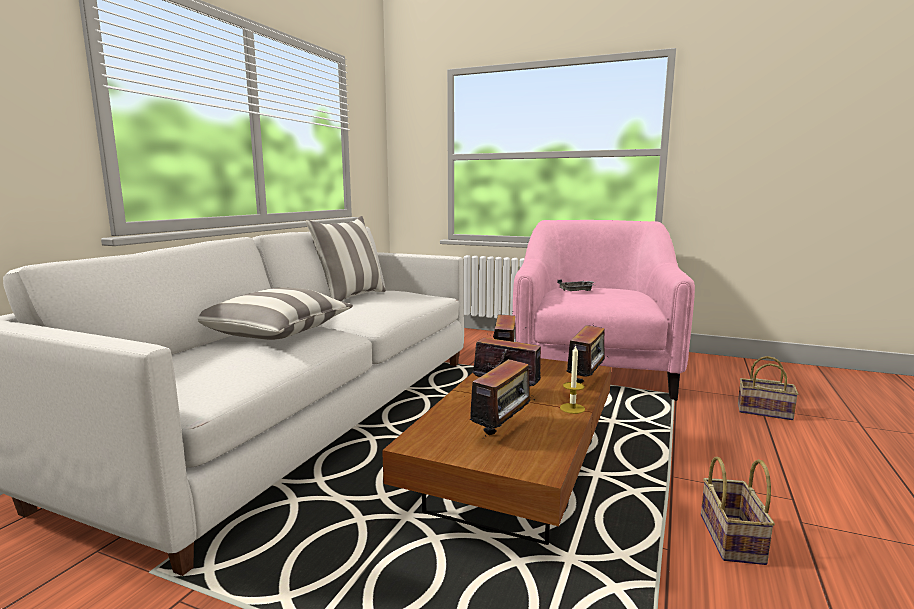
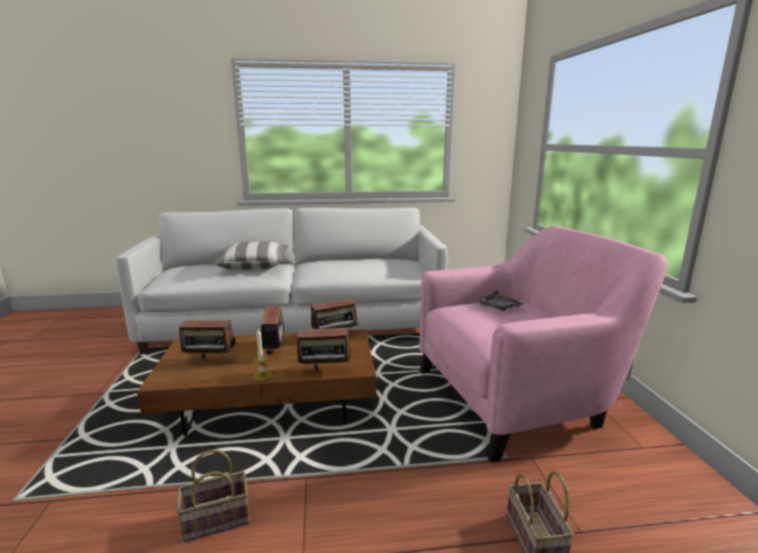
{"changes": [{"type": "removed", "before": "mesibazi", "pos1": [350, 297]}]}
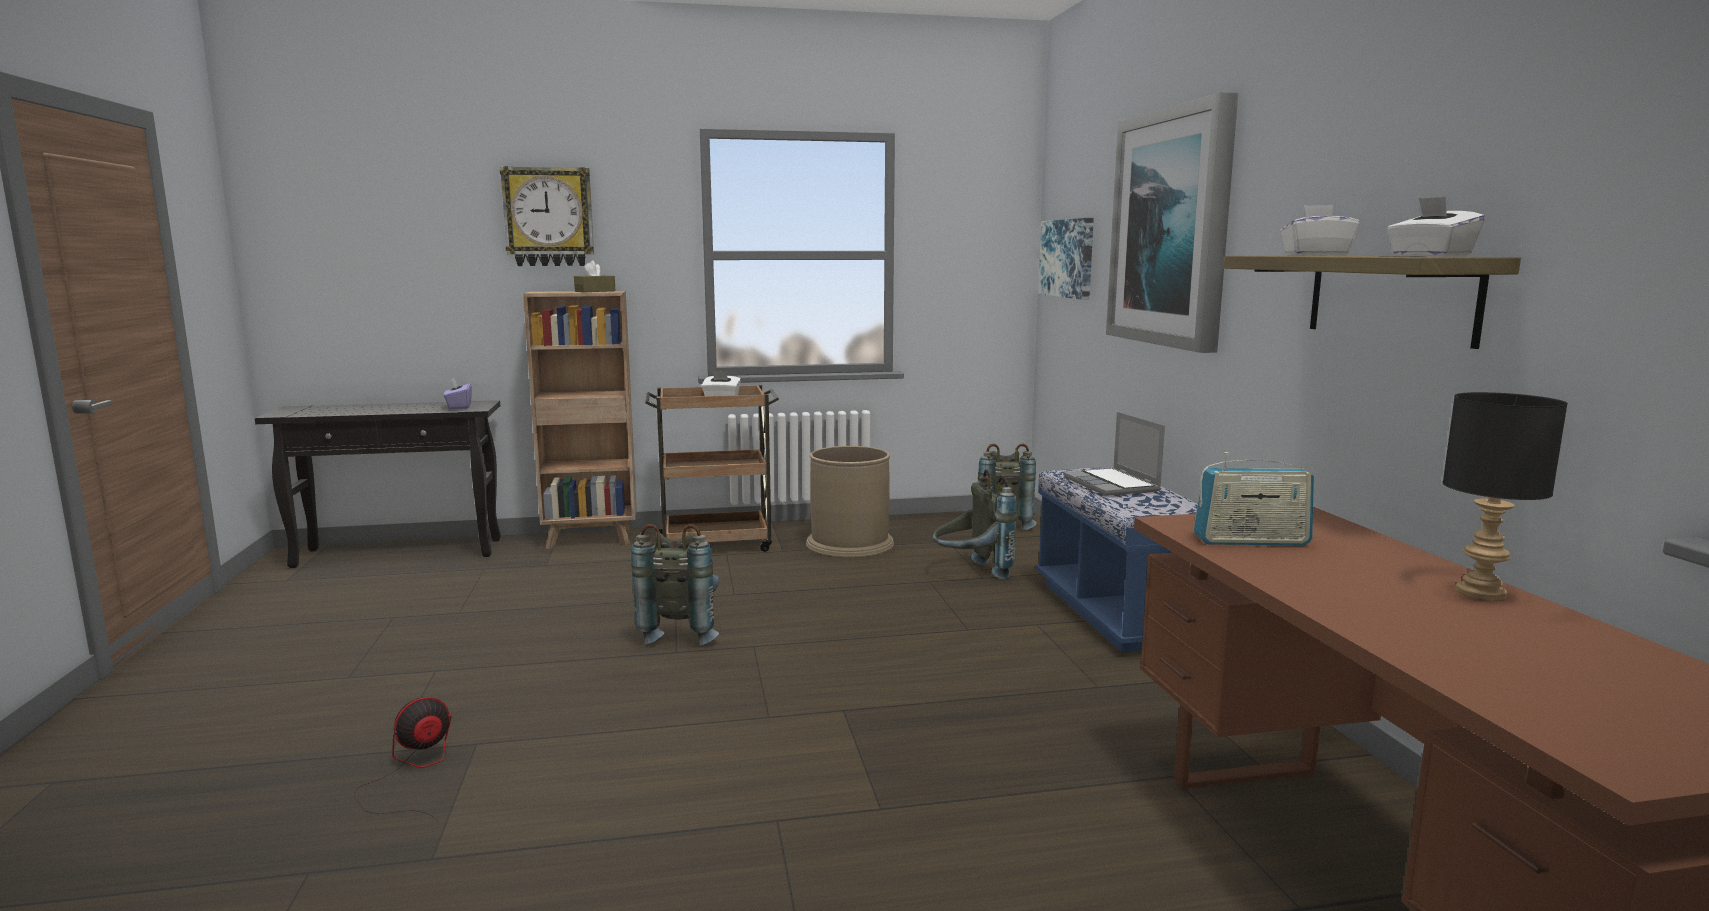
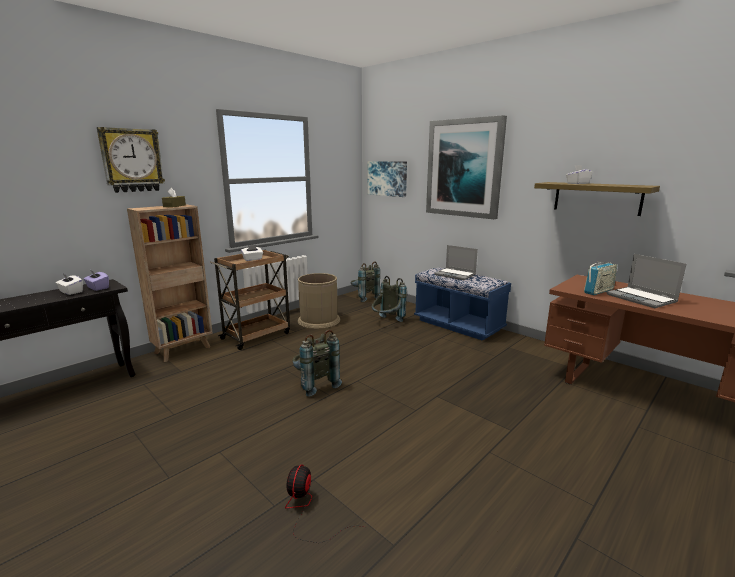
{"changes": [{"type": "moved", "before": "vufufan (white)", "pos1": [1430, 256], "pos2": [71, 292]}, {"type": "removed", "before": "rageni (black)", "pos1": [1482, 593]}, {"type": "added", "after": "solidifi", "pos2": [642, 298]}]}
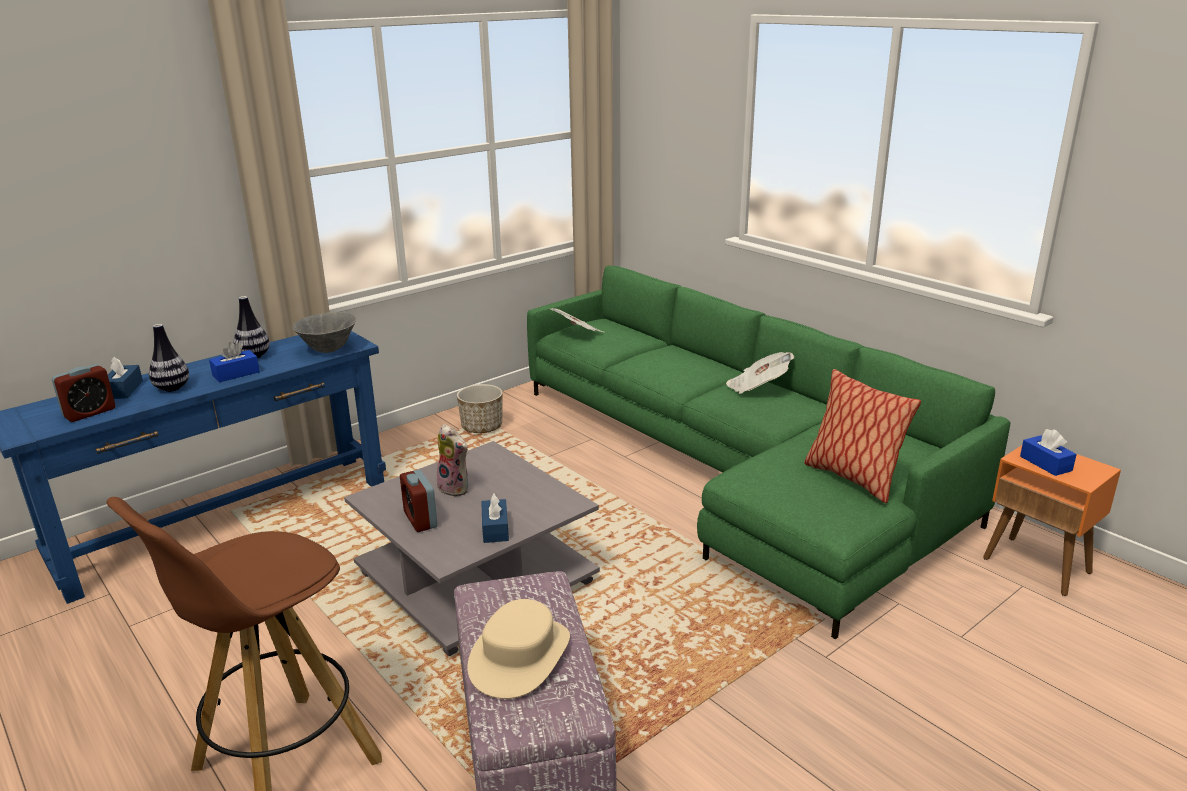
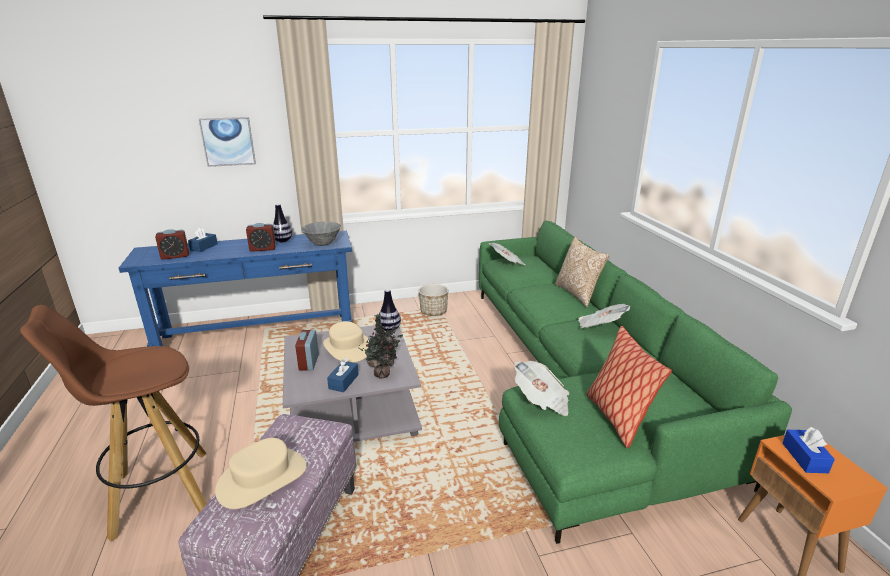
{"changes": [{"type": "moved", "before": "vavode", "pos1": [172, 388], "pos2": [389, 329]}, {"type": "replaced", "before": "vufufan (blue)", "after": "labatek", "pos1": [236, 374], "pos2": [263, 249]}, {"type": "replaced", "before": "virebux", "after": "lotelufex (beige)", "pos1": [456, 488], "pos2": [347, 347]}, {"type": "added", "after": "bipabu", "pos2": [228, 141]}, {"type": "added", "after": "mesibazi", "pos2": [578, 294]}, {"type": "added", "after": "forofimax", "pos2": [383, 373]}, {"type": "added", "after": "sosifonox", "pos2": [542, 401]}]}
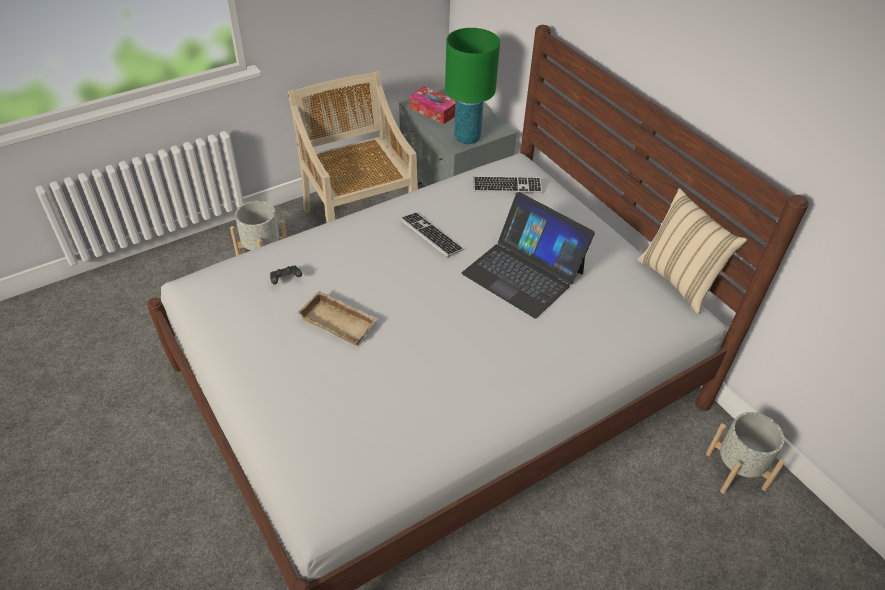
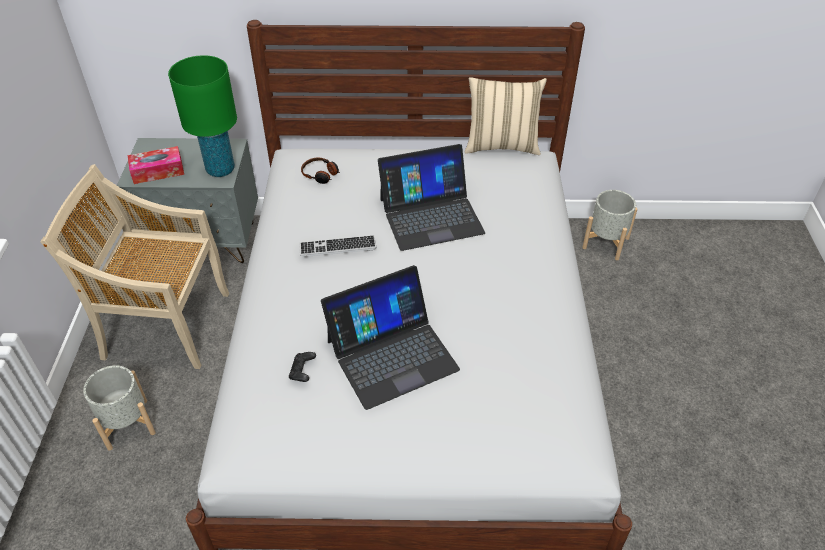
{"changes": [{"type": "replaced", "before": "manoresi", "after": "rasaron", "pos1": [507, 186], "pos2": [321, 175]}, {"type": "replaced", "before": "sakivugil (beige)", "after": "solidifi", "pos1": [340, 321], "pos2": [391, 354]}]}
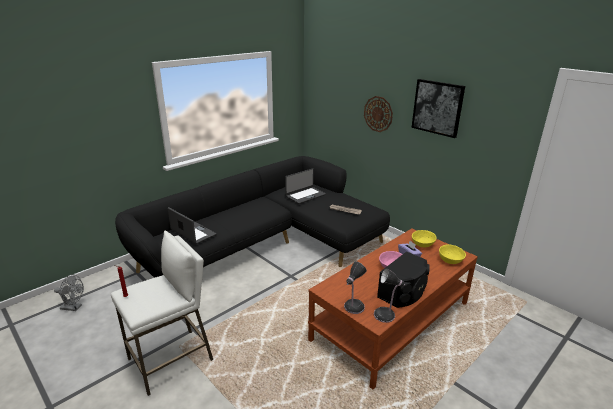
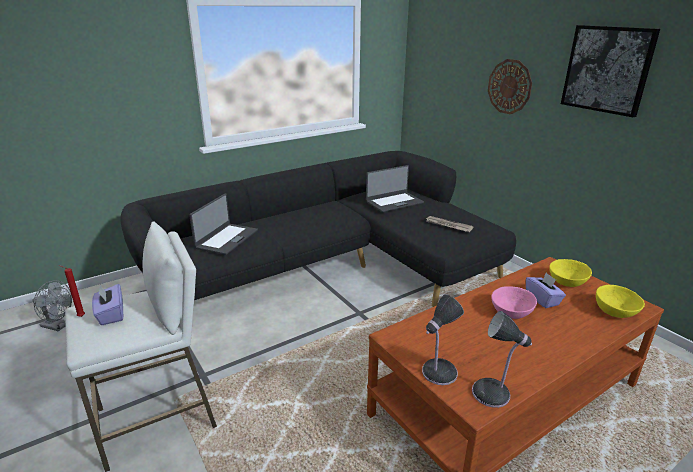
{"changes": [{"type": "turned", "before": "solidifi", "pos1": [193, 233], "pos2": [226, 239], "turn": 60}, {"type": "removed", "before": "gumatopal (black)", "pos1": [404, 292]}, {"type": "added", "after": "vufufan (purple)", "pos2": [111, 314]}]}
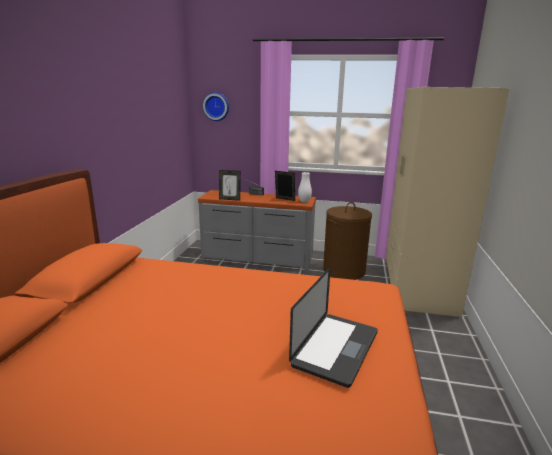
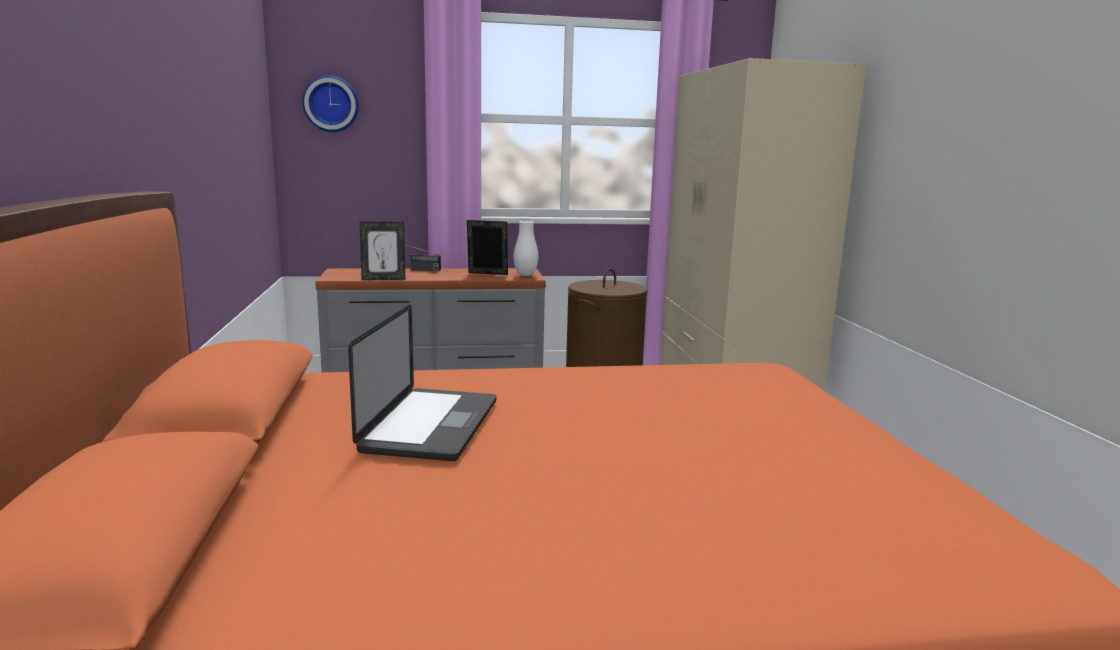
{"changes": [{"type": "moved", "before": "solidifi", "pos1": [335, 348], "pos2": [431, 425]}]}
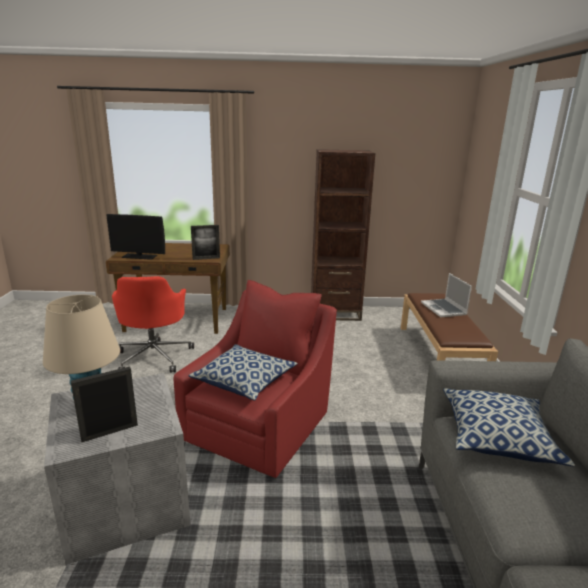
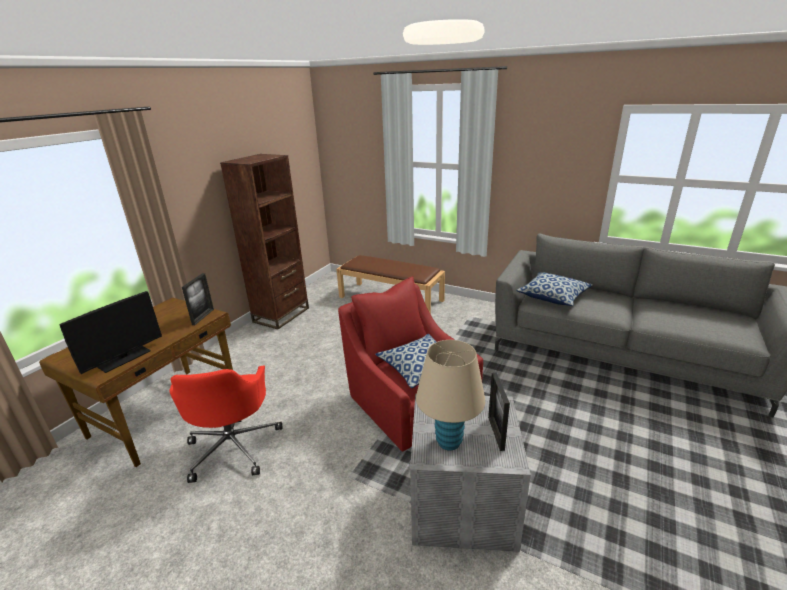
{"changes": [{"type": "removed", "before": "solidifi", "pos1": [444, 309]}, {"type": "turned", "before": "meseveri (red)", "pos1": [154, 356], "pos2": [234, 446], "turn": 60}]}
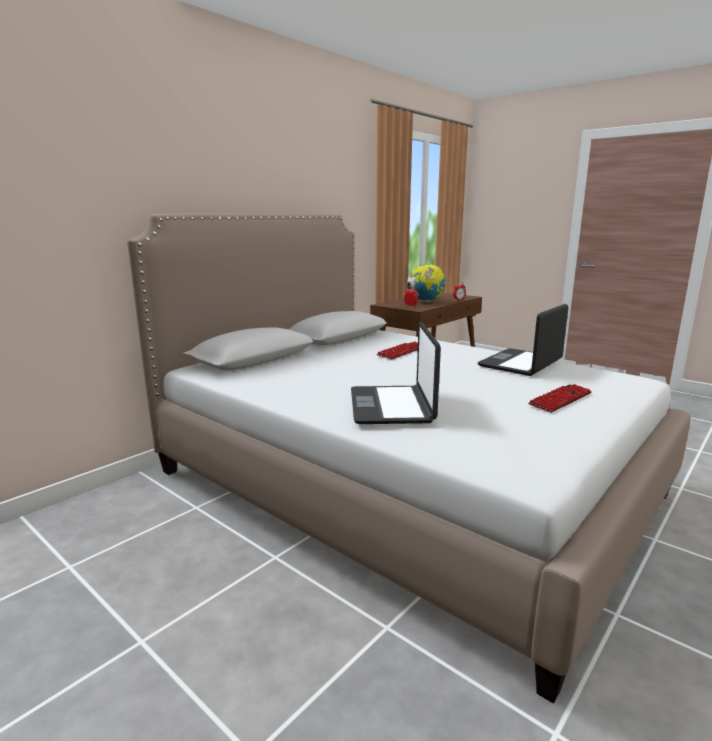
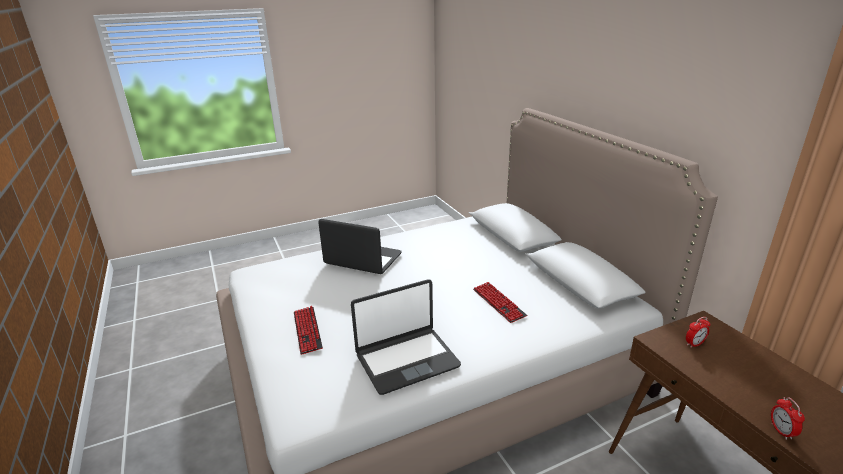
{"changes": [{"type": "removed", "before": "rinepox", "pos1": [425, 302]}, {"type": "turned", "before": "solidifi", "pos1": [521, 363], "pos2": [406, 360], "turn": 90}]}
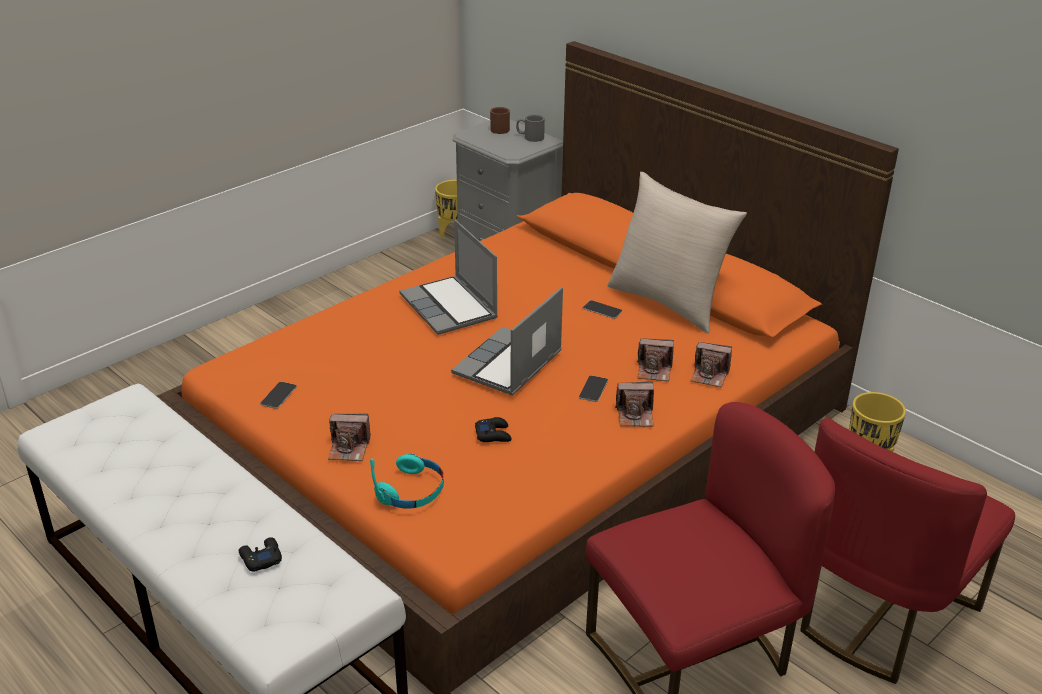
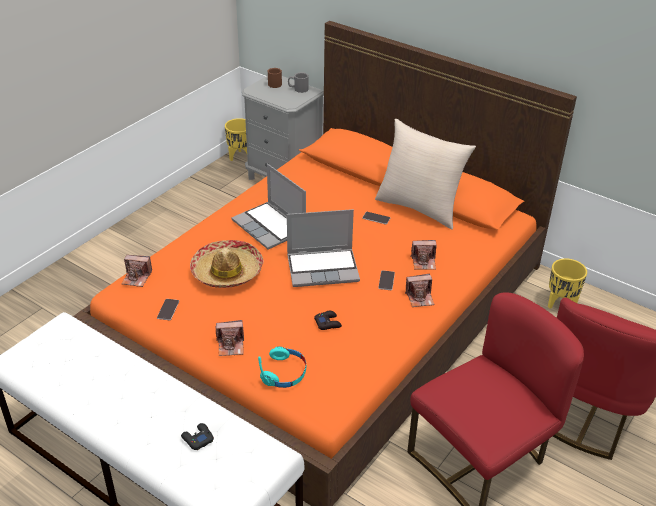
{"changes": [{"type": "turned", "before": "solidifi", "pos1": [508, 365], "pos2": [323, 268], "turn": -120}, {"type": "moved", "before": "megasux", "pos1": [709, 375], "pos2": [136, 278]}, {"type": "added", "after": "lotelufex", "pos2": [227, 272]}]}
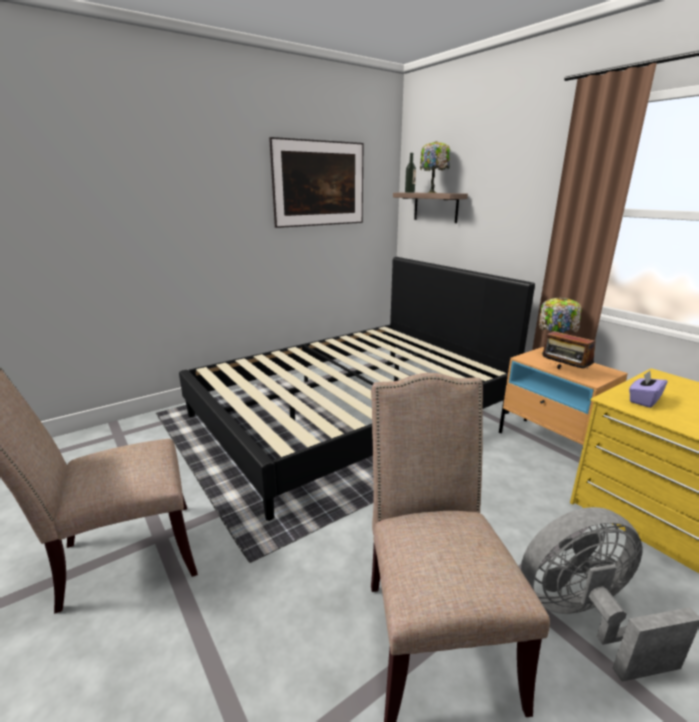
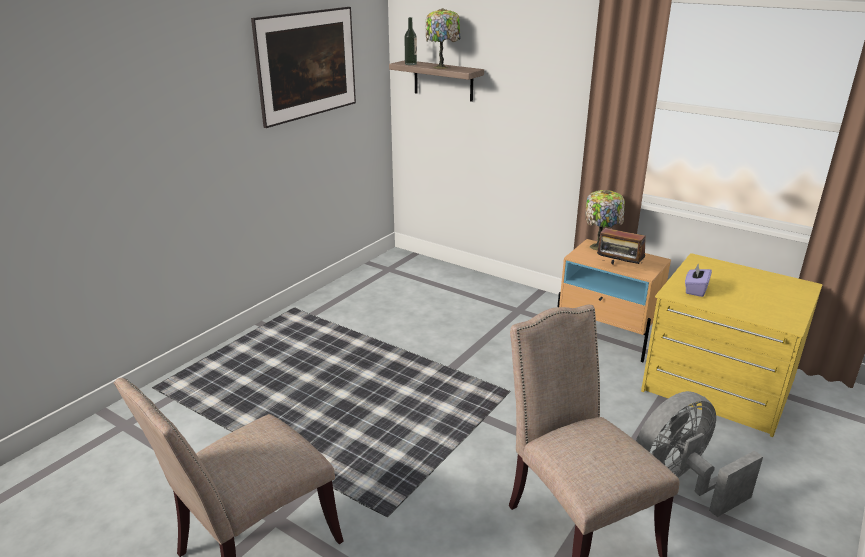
{"changes": [{"type": "removed", "before": "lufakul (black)", "pos1": [352, 414]}]}
